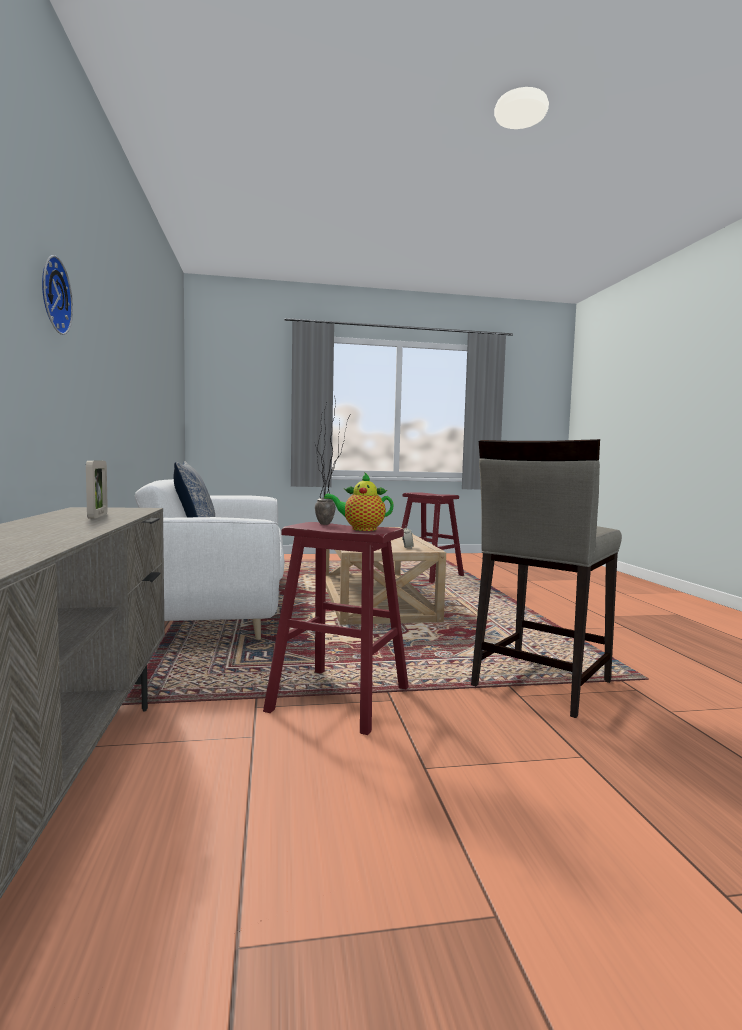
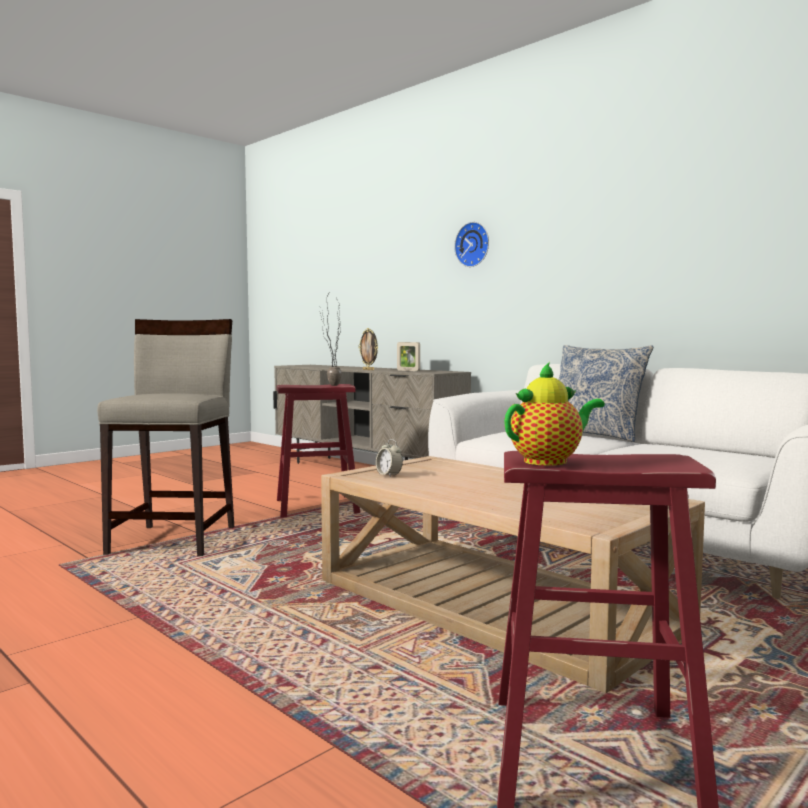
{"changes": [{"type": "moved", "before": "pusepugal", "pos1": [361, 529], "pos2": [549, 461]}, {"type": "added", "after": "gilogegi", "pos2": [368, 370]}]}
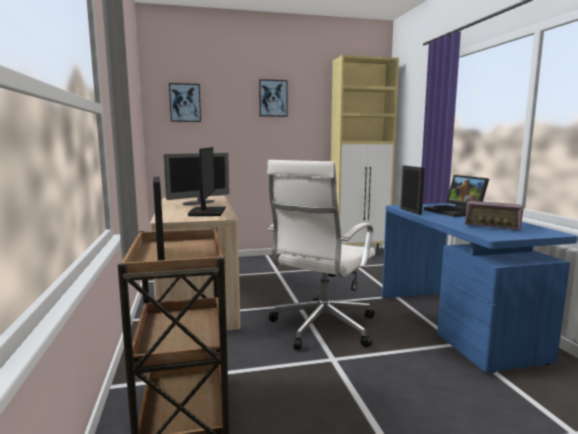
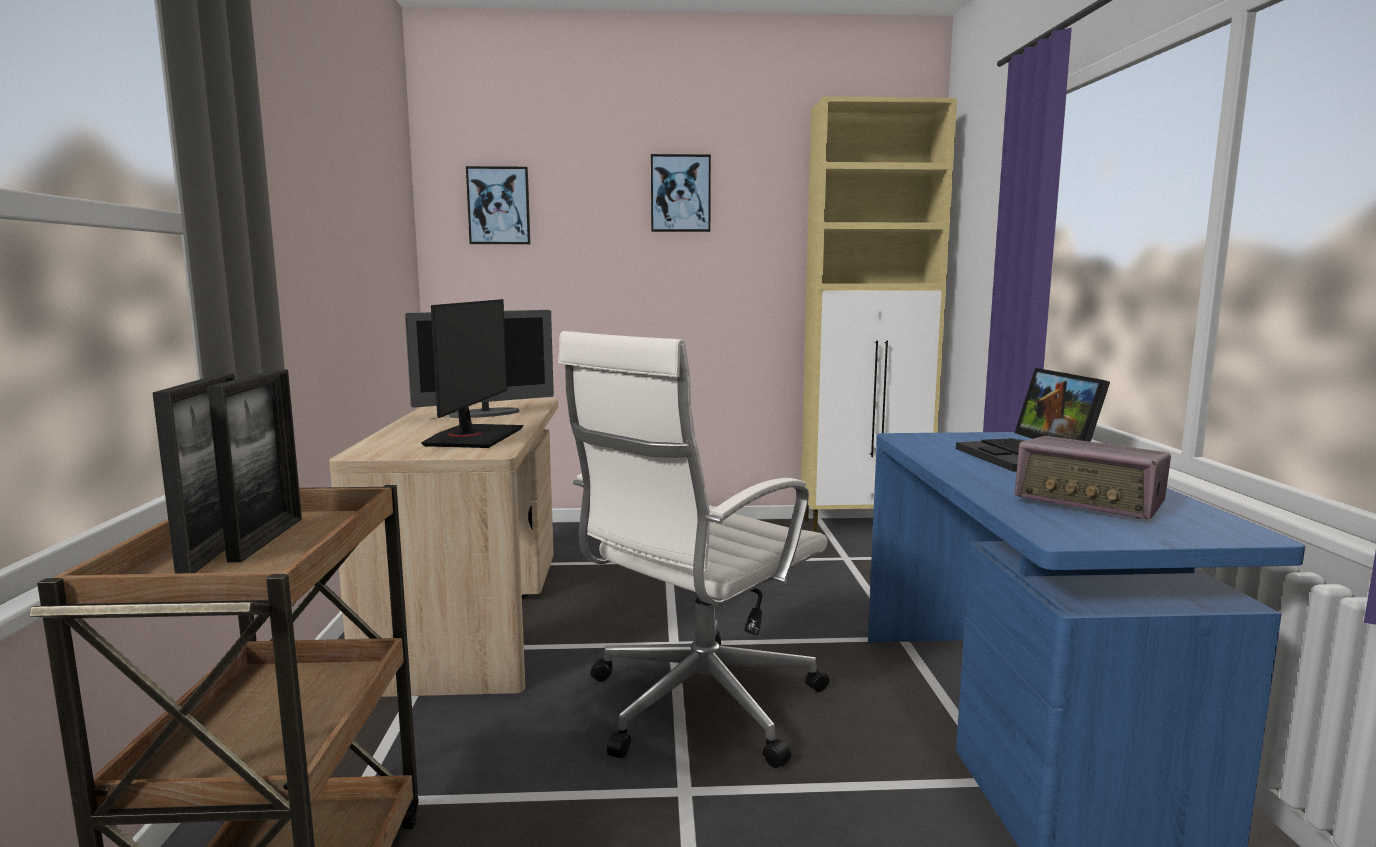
{"changes": [{"type": "moved", "before": "gilogegi", "pos1": [410, 211], "pos2": [267, 539]}]}
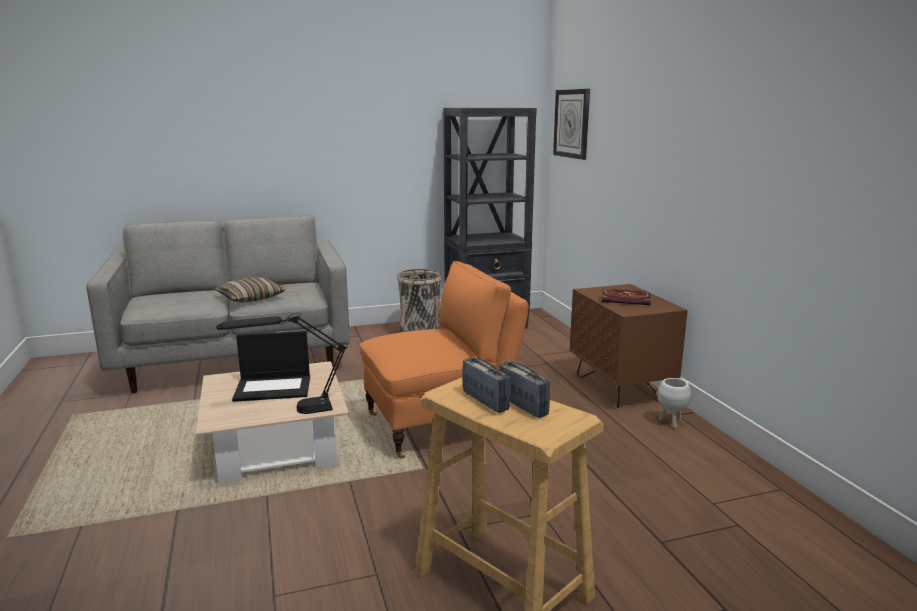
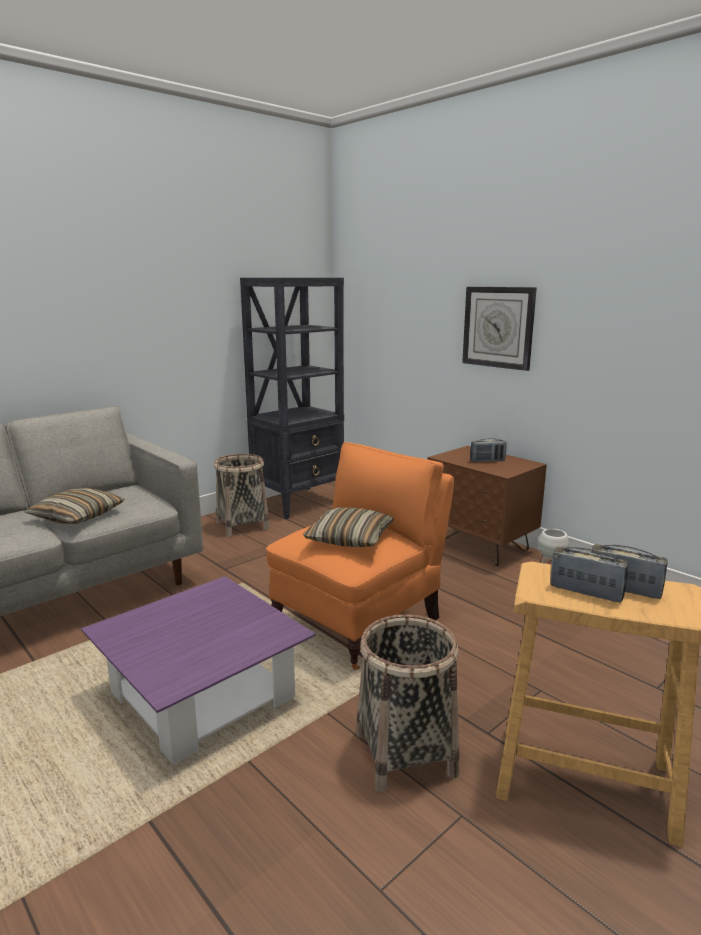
{"changes": [{"type": "moved", "before": "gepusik", "pos1": [572, 123], "pos2": [498, 327]}, {"type": "replaced", "before": "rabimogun", "after": "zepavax", "pos1": [627, 299], "pos2": [487, 461]}, {"type": "removed", "before": "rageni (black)", "pos1": [290, 411]}, {"type": "removed", "before": "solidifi", "pos1": [274, 388]}, {"type": "recoloured", "before": "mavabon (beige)", "after": "mavabon (purple)", "pos1": [276, 447], "pos2": [202, 695]}, {"type": "added", "after": "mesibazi", "pos2": [350, 538]}, {"type": "added", "after": "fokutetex", "pos2": [405, 753]}]}
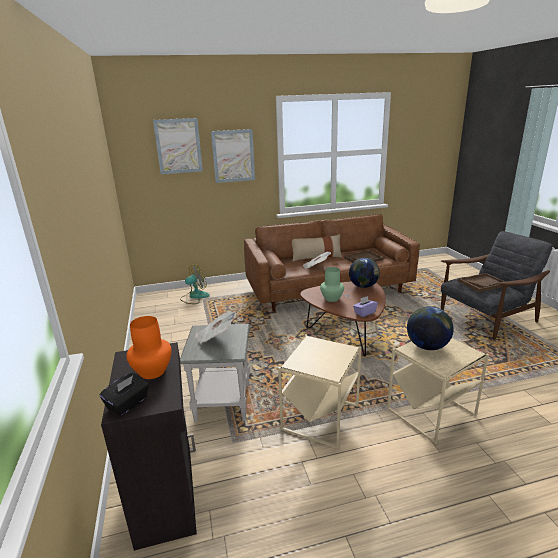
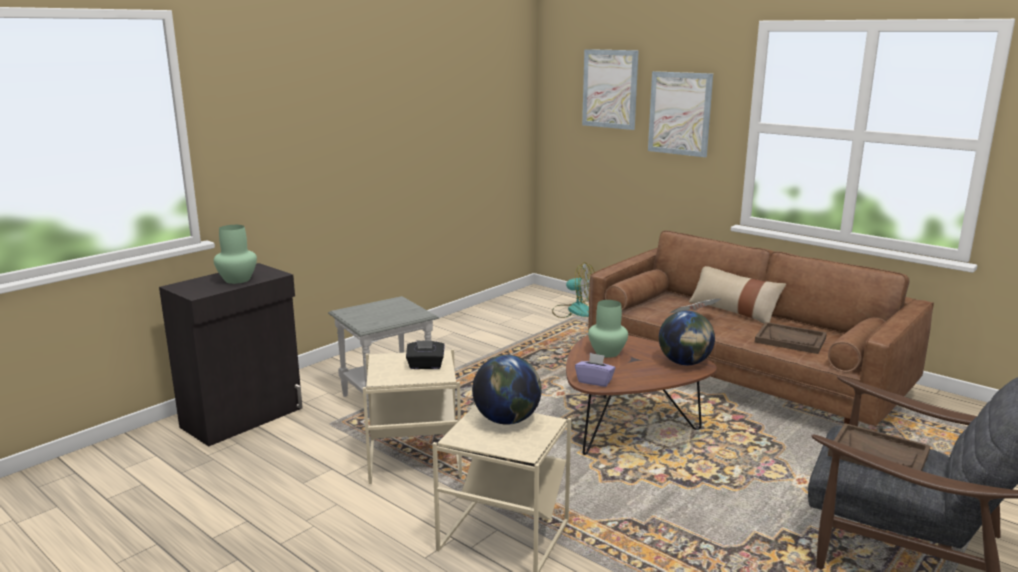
{"changes": [{"type": "removed", "before": "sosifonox", "pos1": [215, 337]}, {"type": "recoloured", "before": "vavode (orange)", "after": "vavode (green)", "pos1": [153, 371], "pos2": [238, 280]}, {"type": "moved", "before": "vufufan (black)", "pos1": [128, 404], "pos2": [425, 366]}]}
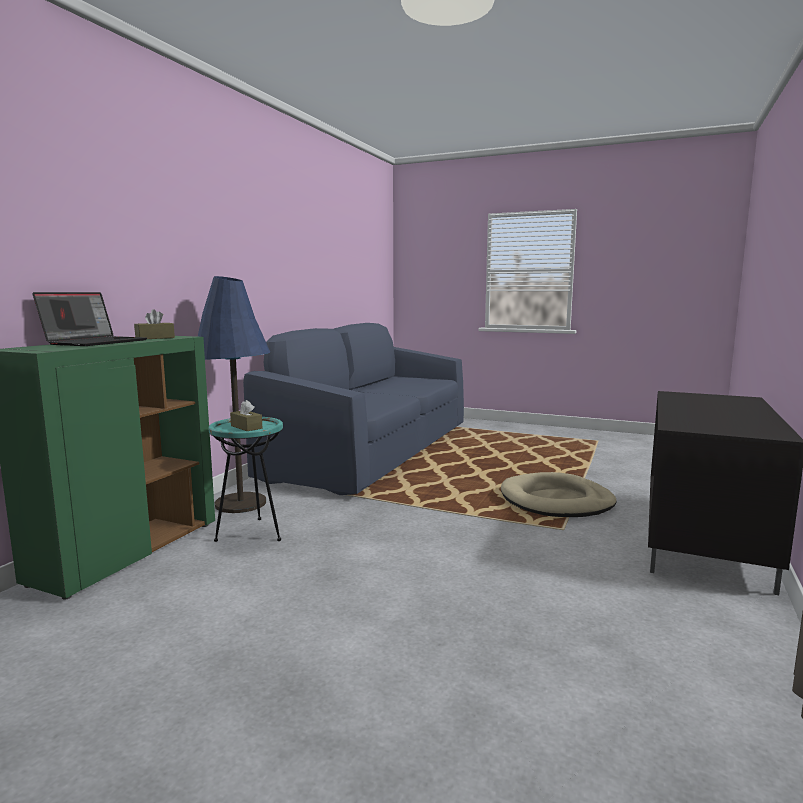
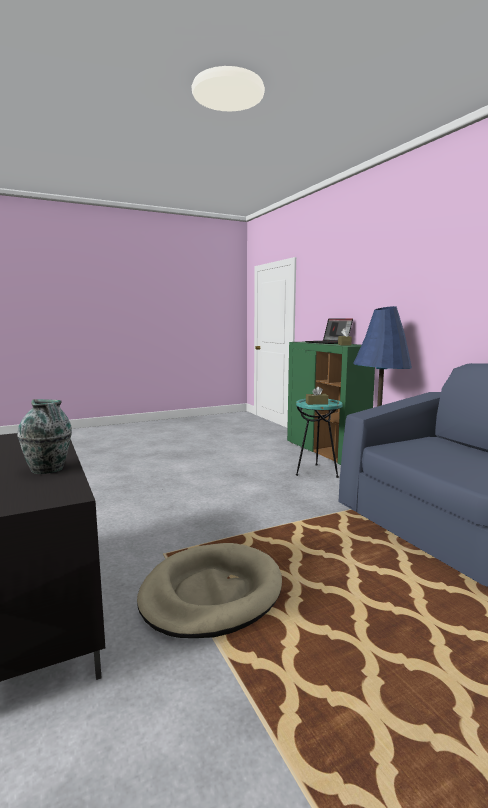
{"changes": [{"type": "added", "after": "vavode", "pos2": [48, 469]}]}
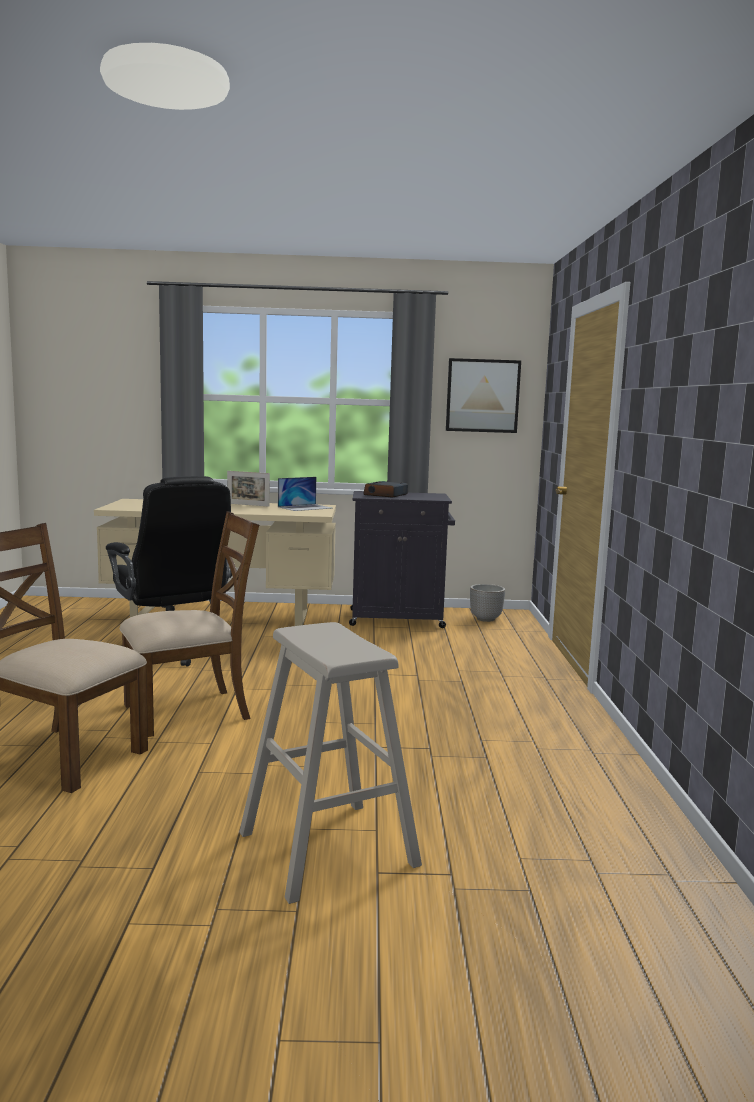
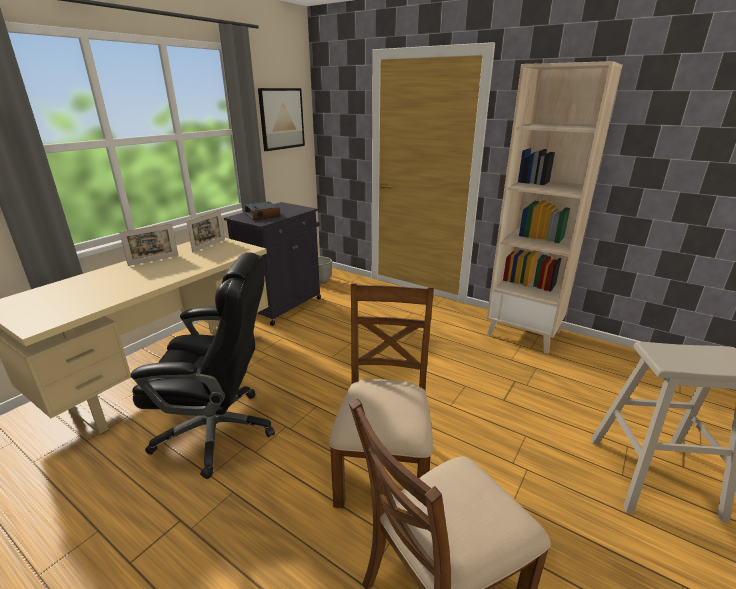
{"changes": [{"type": "replaced", "before": "solidifi", "after": "gilogegi", "pos1": [305, 507], "pos2": [209, 245]}, {"type": "added", "after": "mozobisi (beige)", "pos2": [524, 333]}]}
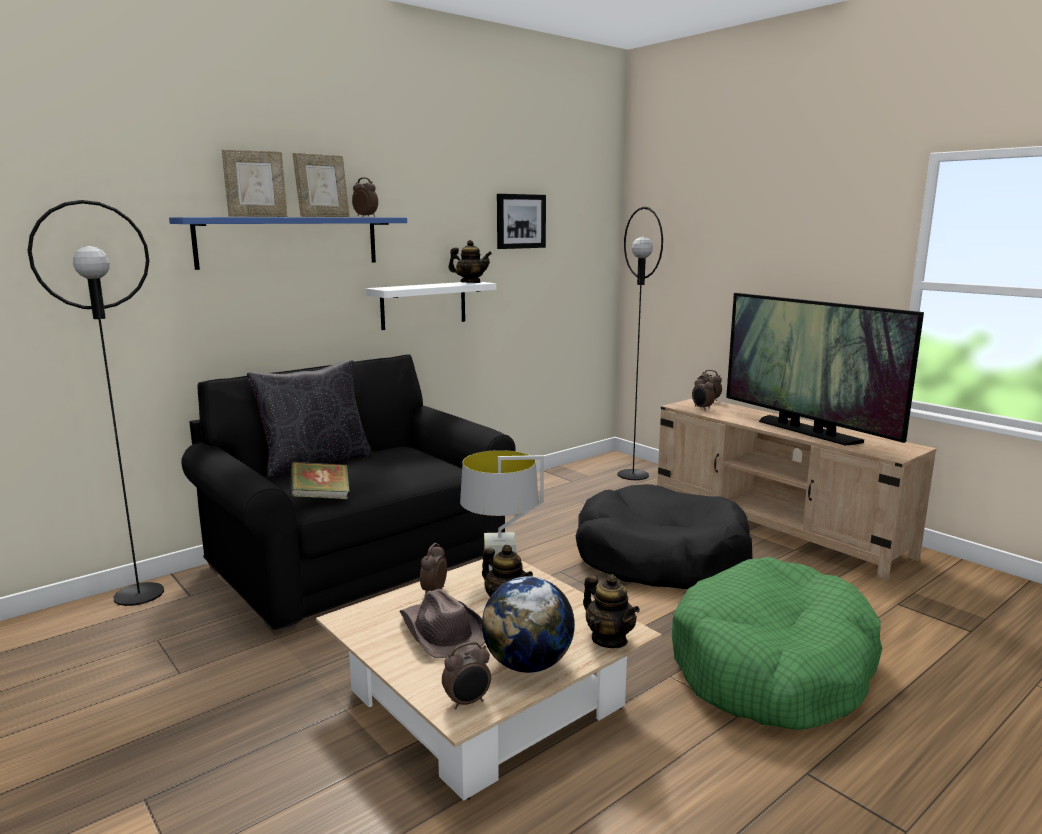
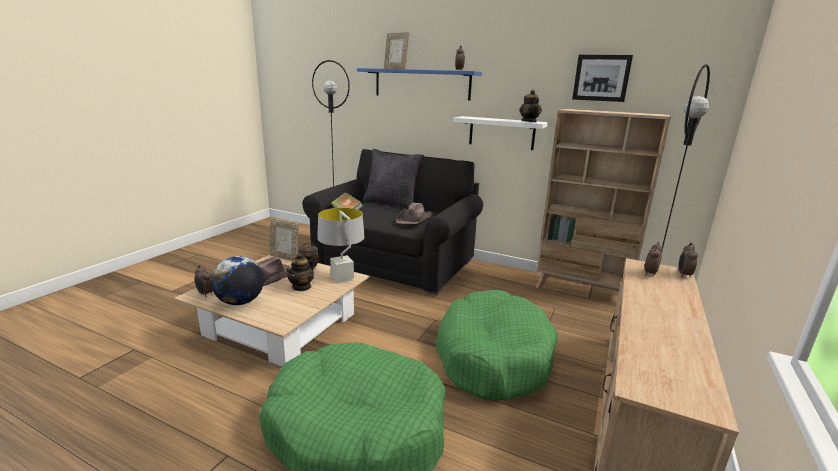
{"changes": [{"type": "moved", "before": "gilogegi", "pos1": [324, 217], "pos2": [285, 258]}, {"type": "removed", "before": "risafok", "pos1": [806, 431]}, {"type": "recoloured", "before": "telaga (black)", "after": "telaga (green)", "pos1": [661, 559], "pos2": [492, 356]}, {"type": "removed", "before": "pusepugal", "pos1": [609, 639]}, {"type": "added", "after": "mozobisi (beige)", "pos2": [581, 290]}, {"type": "added", "after": "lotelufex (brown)", "pos2": [415, 219]}]}
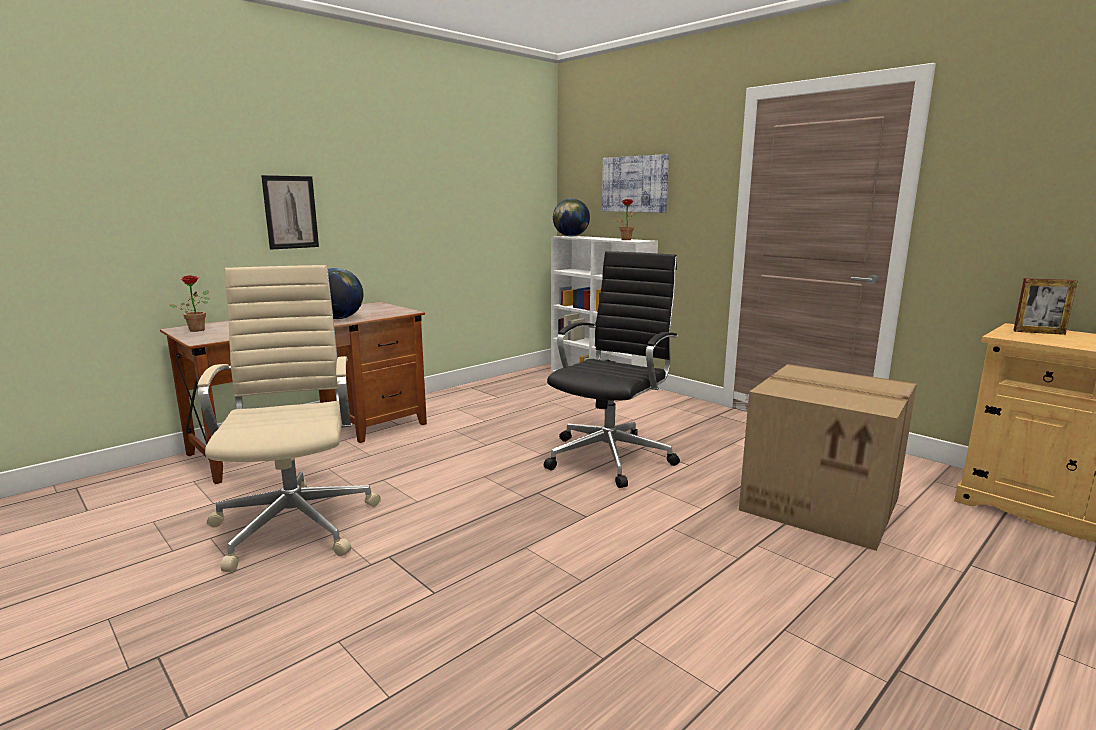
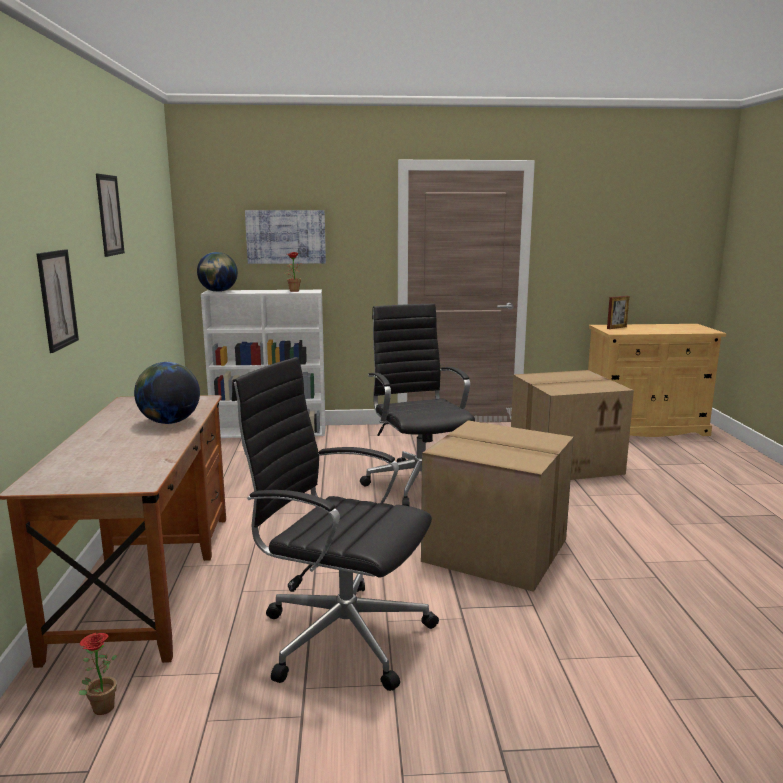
{"changes": [{"type": "recoloured", "before": "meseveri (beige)", "after": "meseveri (black)", "pos1": [296, 523], "pos2": [340, 634]}, {"type": "moved", "before": "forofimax", "pos1": [198, 329], "pos2": [100, 706]}, {"type": "added", "after": "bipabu", "pos2": [109, 215]}, {"type": "added", "after": "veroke", "pos2": [493, 550]}]}
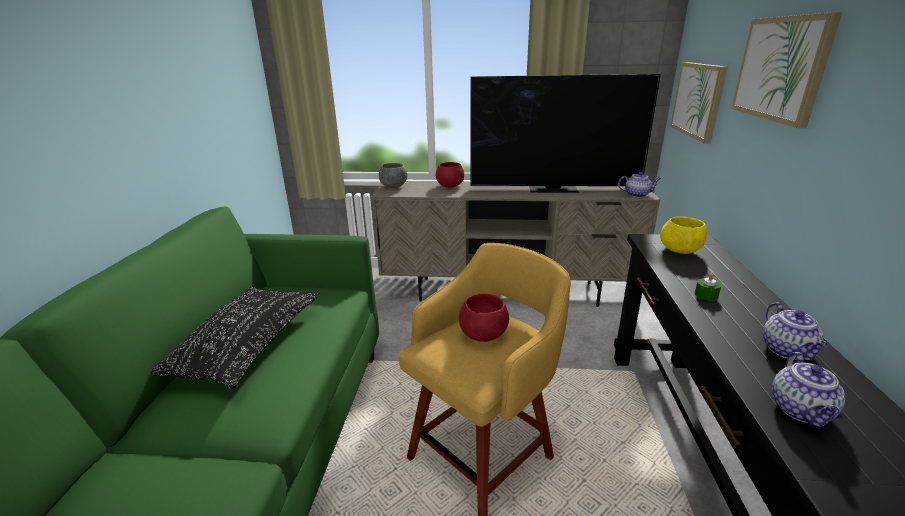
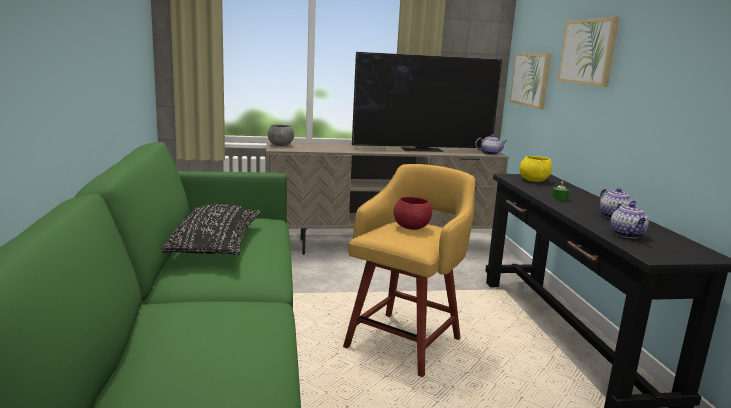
{"changes": [{"type": "removed", "before": "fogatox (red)", "pos1": [450, 186]}]}
